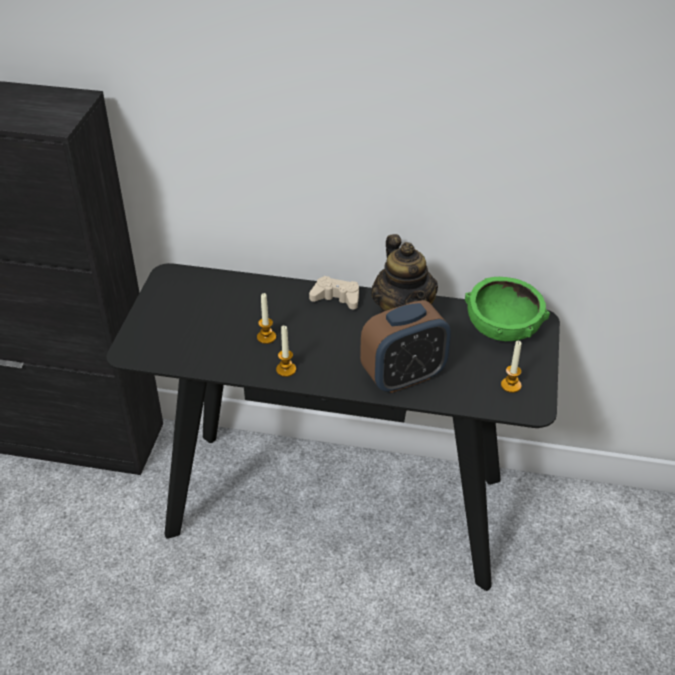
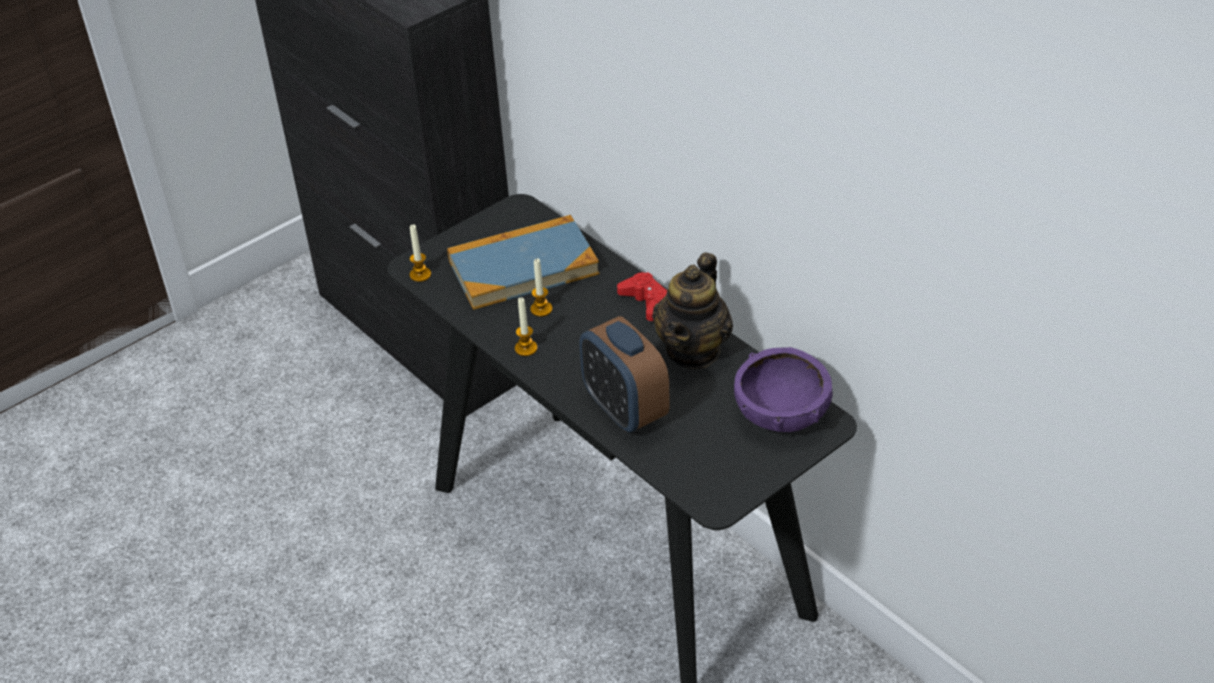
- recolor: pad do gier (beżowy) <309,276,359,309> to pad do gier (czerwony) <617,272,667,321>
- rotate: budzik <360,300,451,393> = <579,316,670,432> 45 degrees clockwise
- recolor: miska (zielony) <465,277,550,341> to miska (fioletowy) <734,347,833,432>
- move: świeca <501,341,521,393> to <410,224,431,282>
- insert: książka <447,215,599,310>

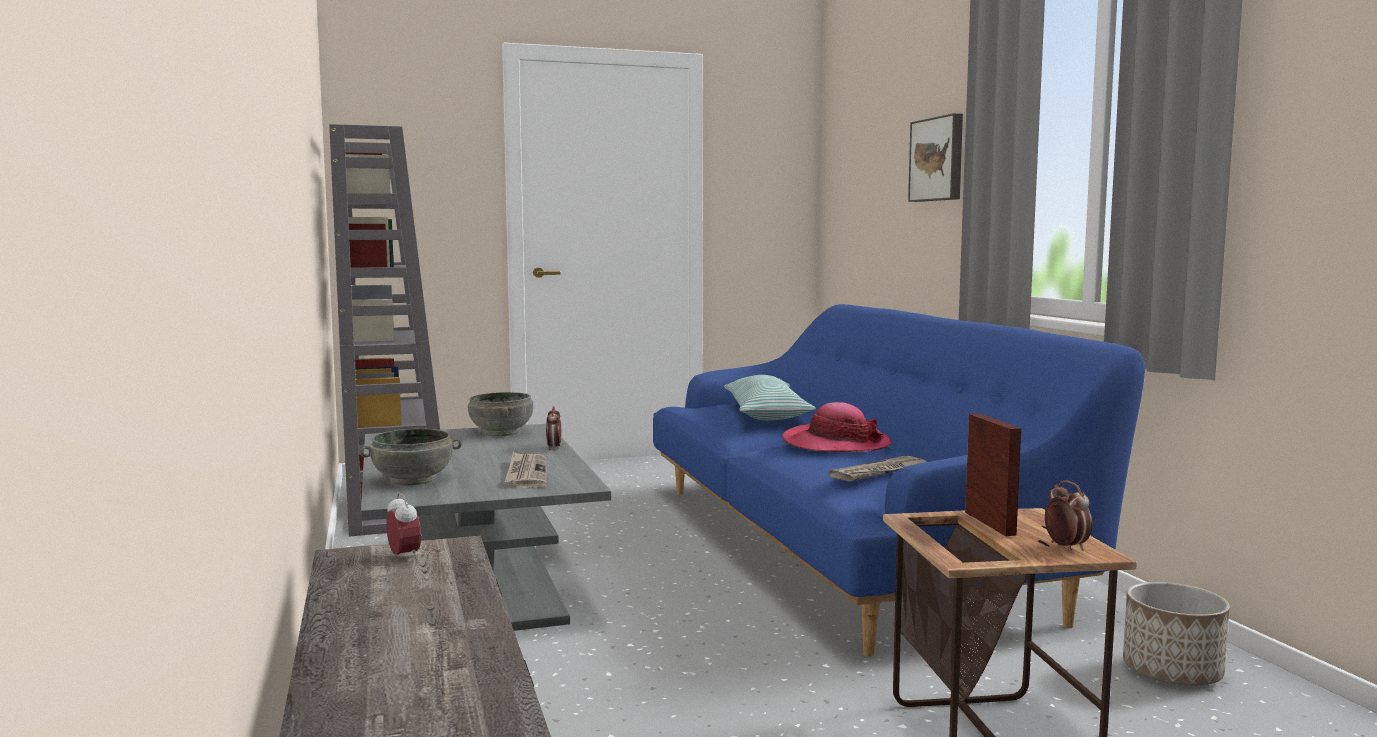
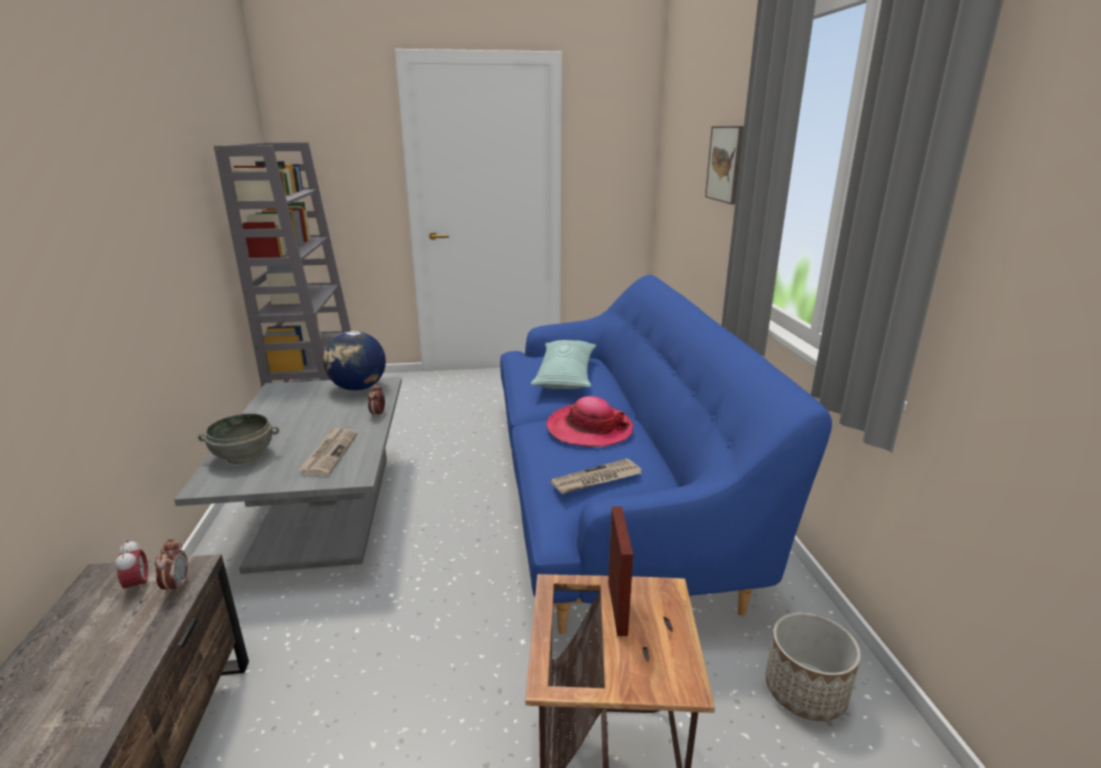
- replace: miska (szary) <468,392,533,436> to globus <323,331,386,391>
- move: budzik <1045,480,1092,551> to <155,539,188,594>

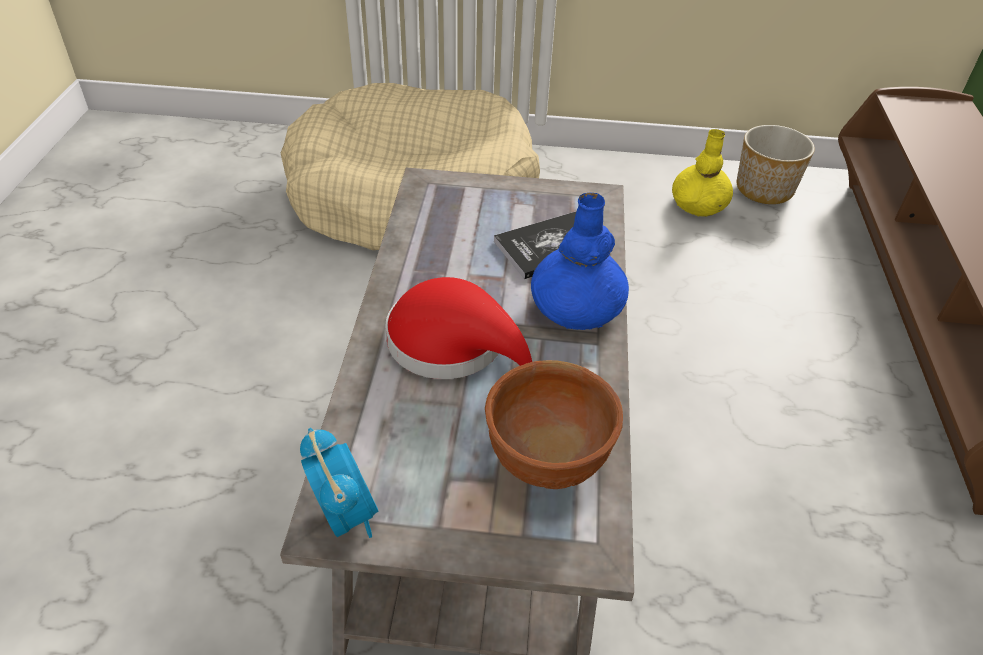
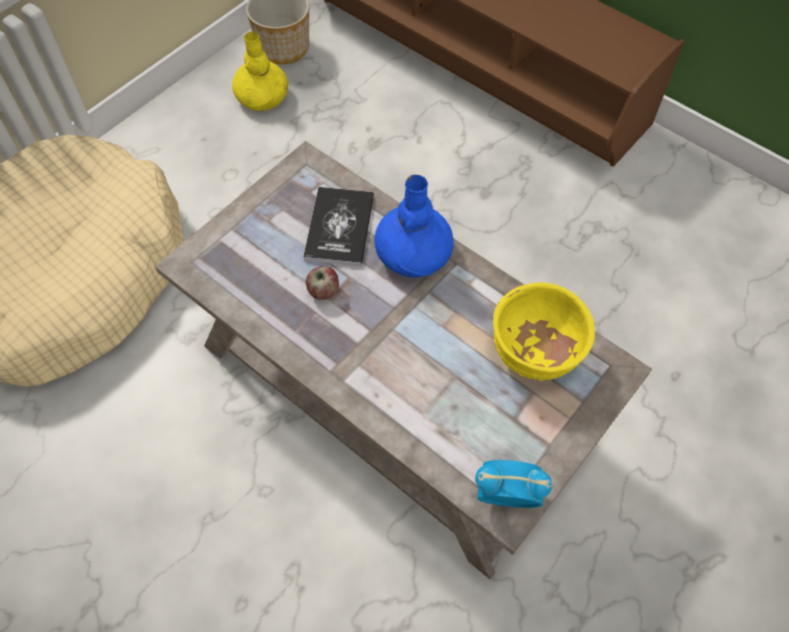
- delete: kapelusz (czerwony) <385,277,532,379>
- recolor: miska (brązowy) <485,360,623,489> to miska (żółty) <493,282,595,381>
- insert: jabłko <306,266,339,300>

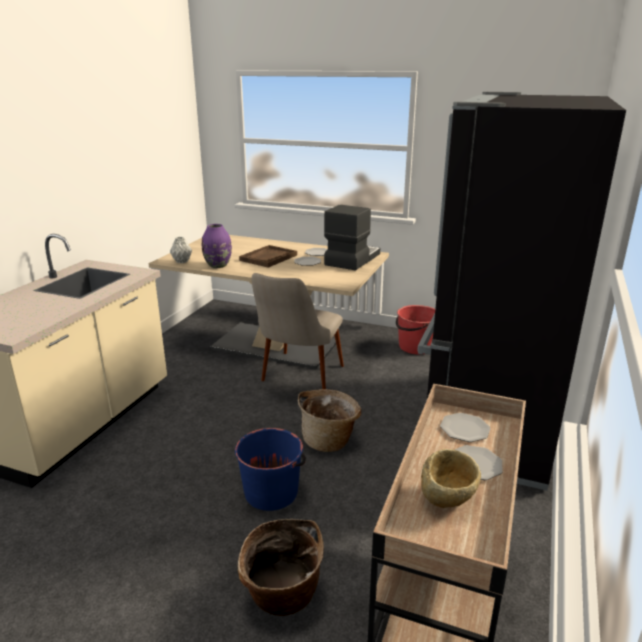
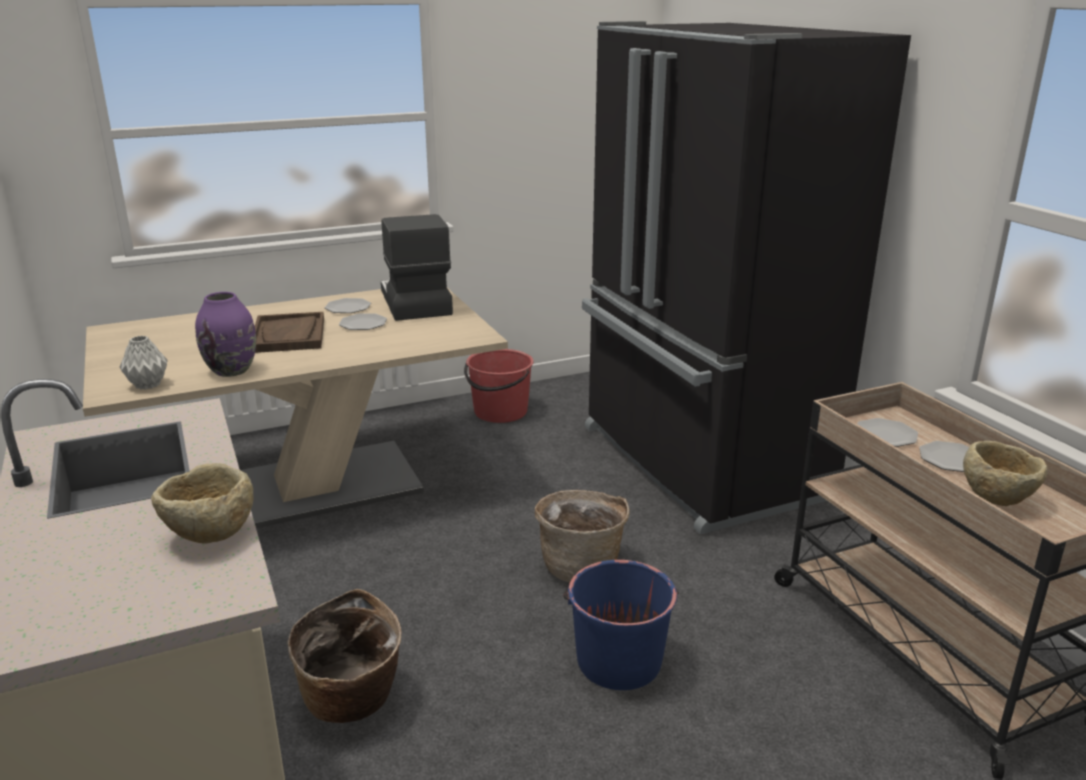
- move: koszyk <238,519,324,616> to <287,589,402,723>
- delete: krzesło (beżowy) <252,273,344,389>
- insert: miska (beżowy) <151,463,254,544>

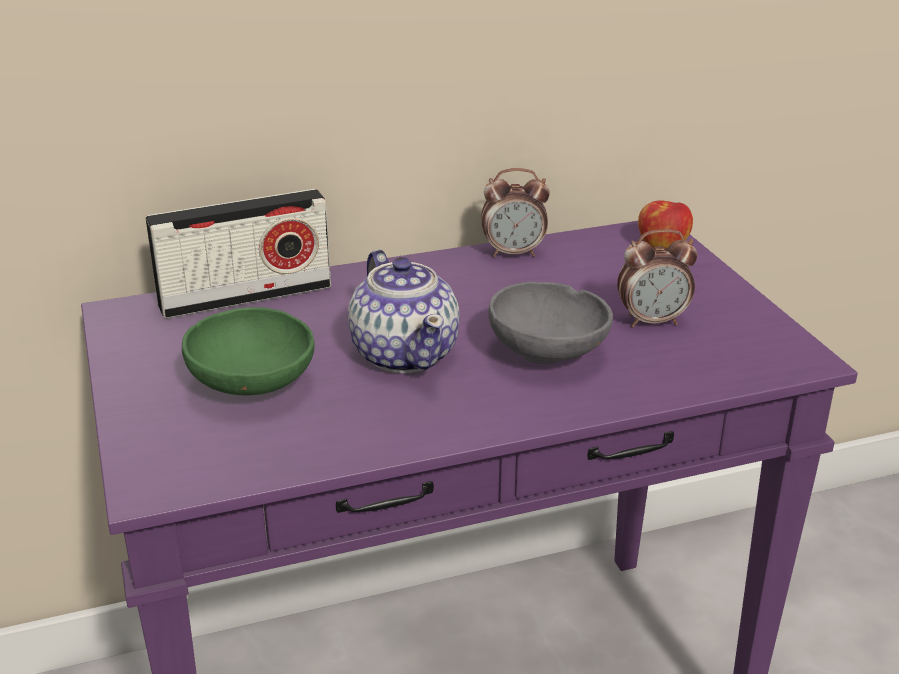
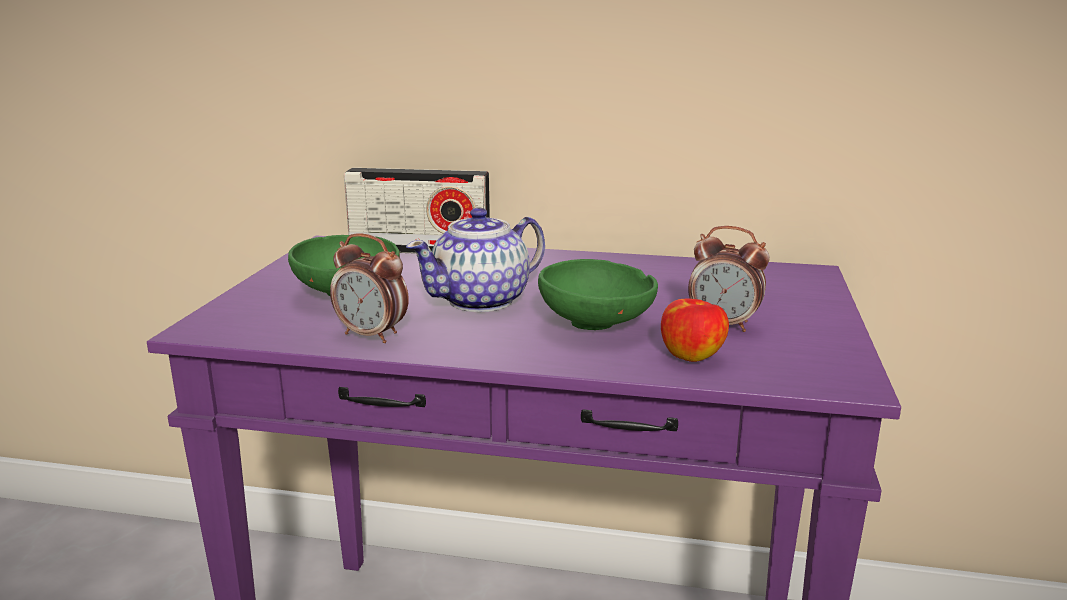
- rotate: imbryk <348,250,460,373> = <406,207,545,312> 45 degrees clockwise
- move: budzik <481,168,550,257> to <330,233,409,343>
- recolor: miska (szary) <488,282,613,364> to miska (zielony) <538,259,658,330>
- move: jabłko <638,200,693,248> to <661,299,729,362>

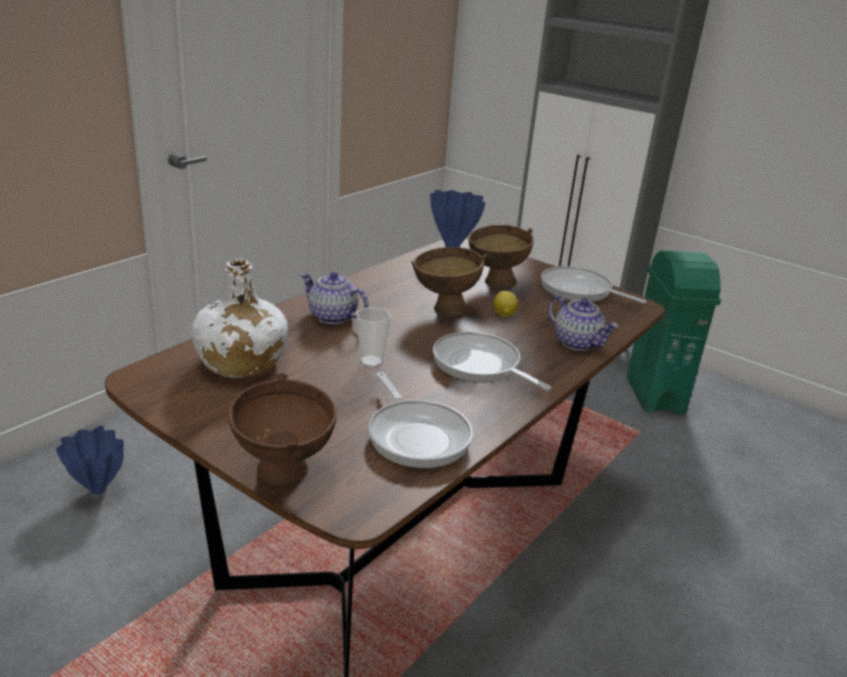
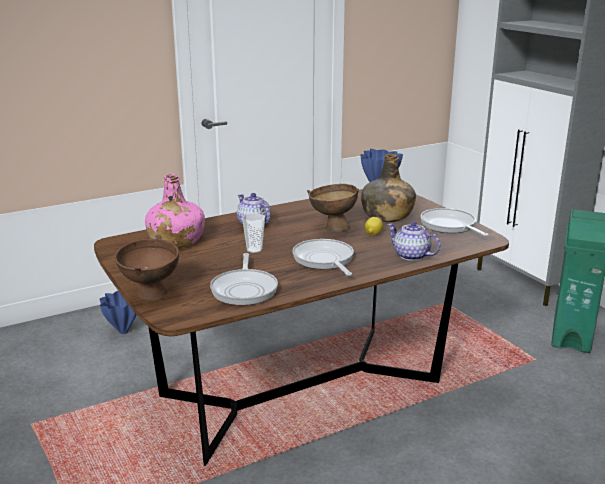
- recolor: butelka (biały) <191,258,288,377> to butelka (różowy) <145,174,205,248>
- replace: miska (brązowy) <468,225,534,289> to butelka (zielony) <361,154,416,222>
- rotate: imbryk <547,296,618,351> = <387,222,440,261> 150 degrees clockwise

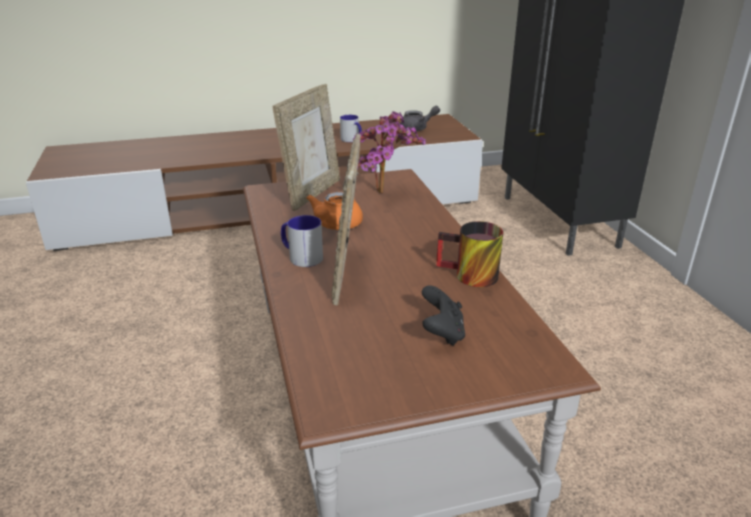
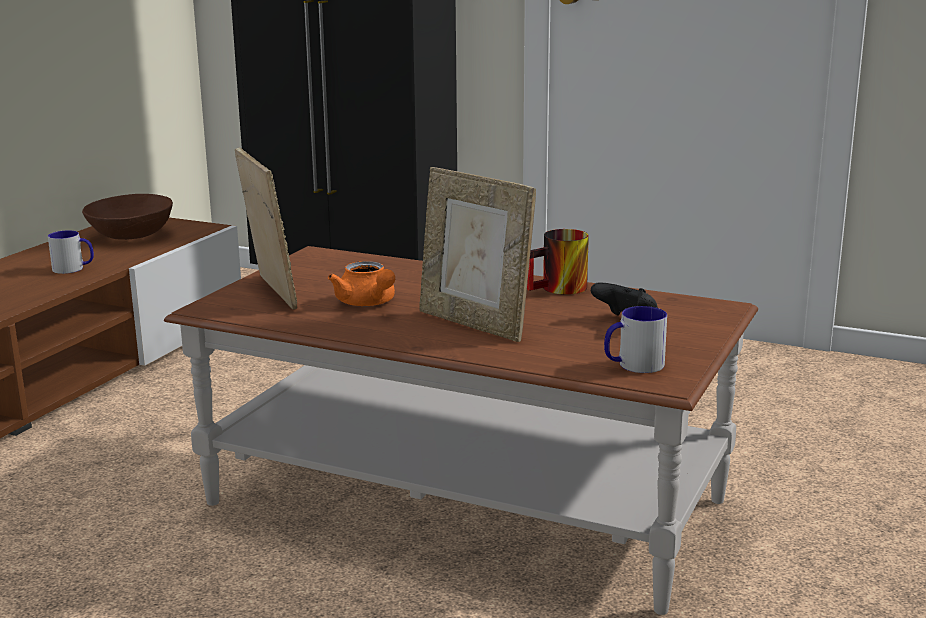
- move: kubek <281,215,323,267> to <604,306,667,373>
- delete: roślina doniczkowa <353,111,426,194>
- replace: imbryk (szary) <401,106,440,131> to miska (brązowy) <82,194,173,240>

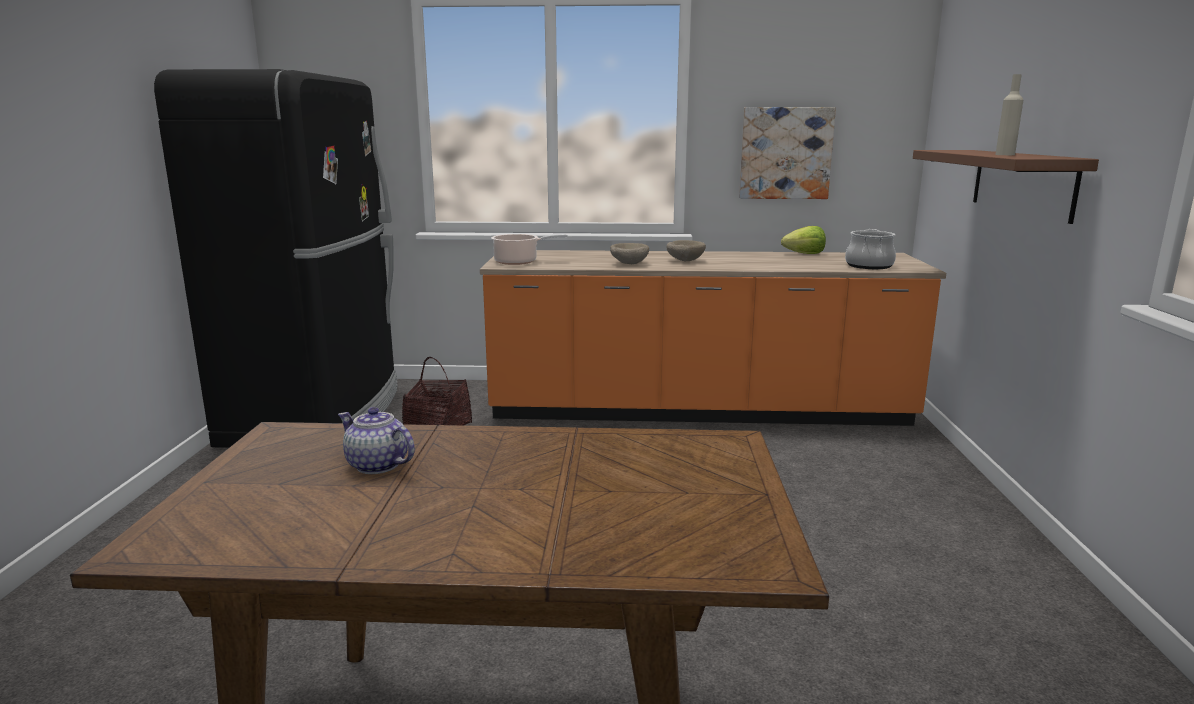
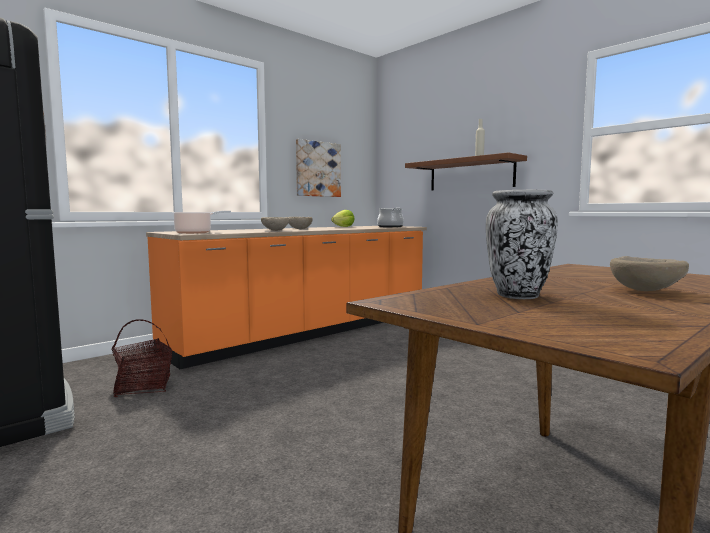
- replace: imbryk <338,407,415,474> to wazon <486,190,558,299>
- insert: miska (beżowy) <610,256,689,291>

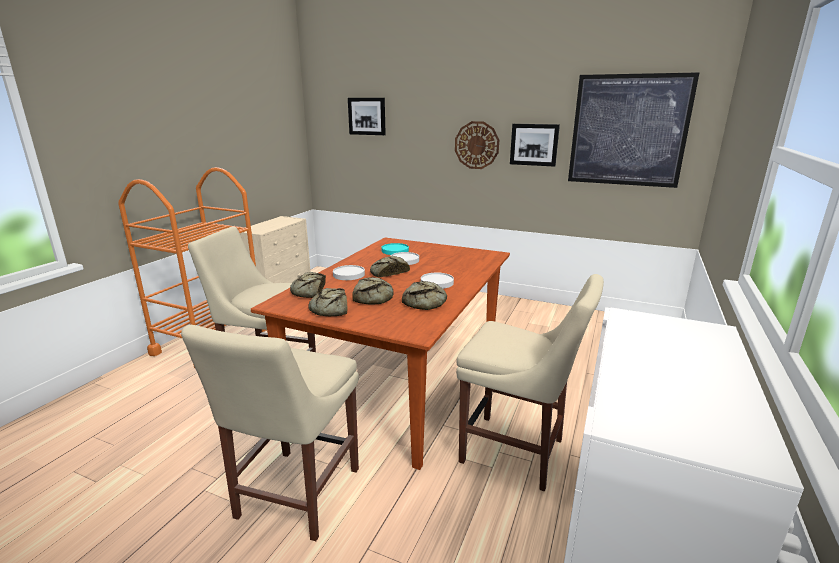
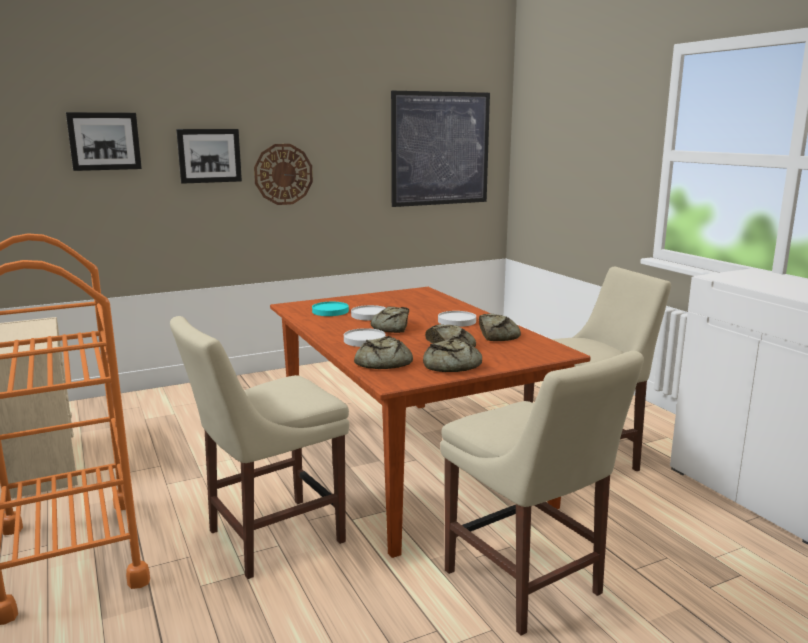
- move: obraz <510,124,560,167> to <176,129,242,184>

